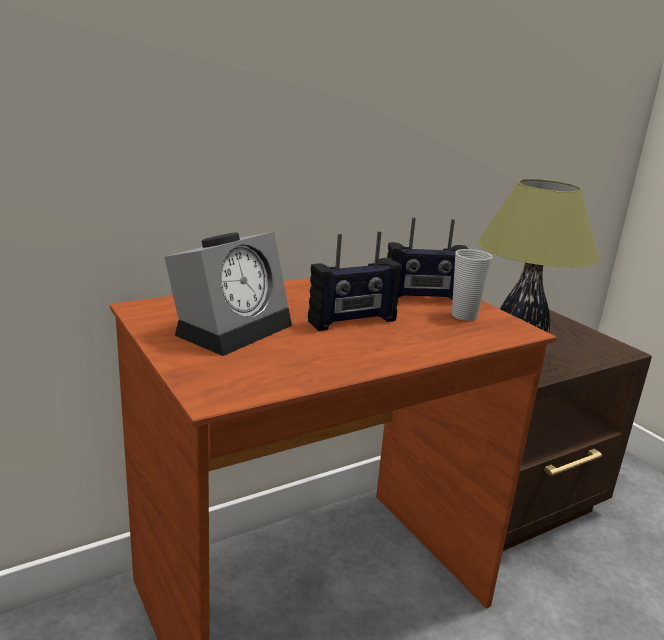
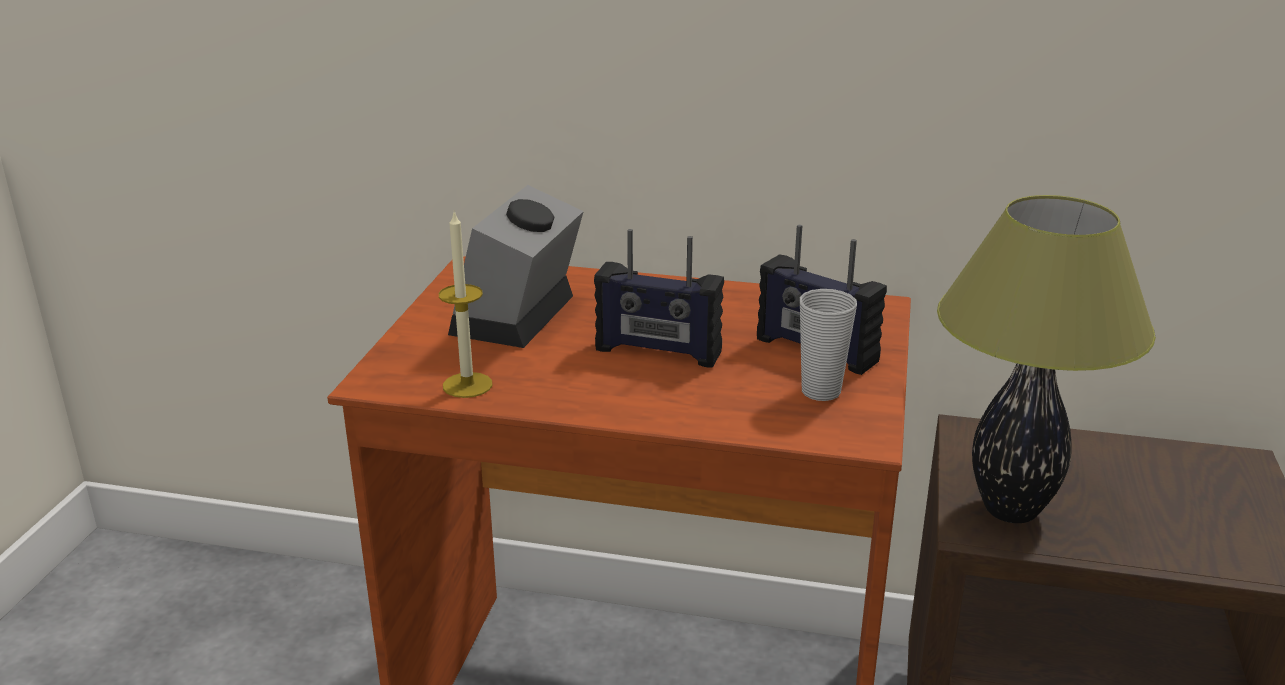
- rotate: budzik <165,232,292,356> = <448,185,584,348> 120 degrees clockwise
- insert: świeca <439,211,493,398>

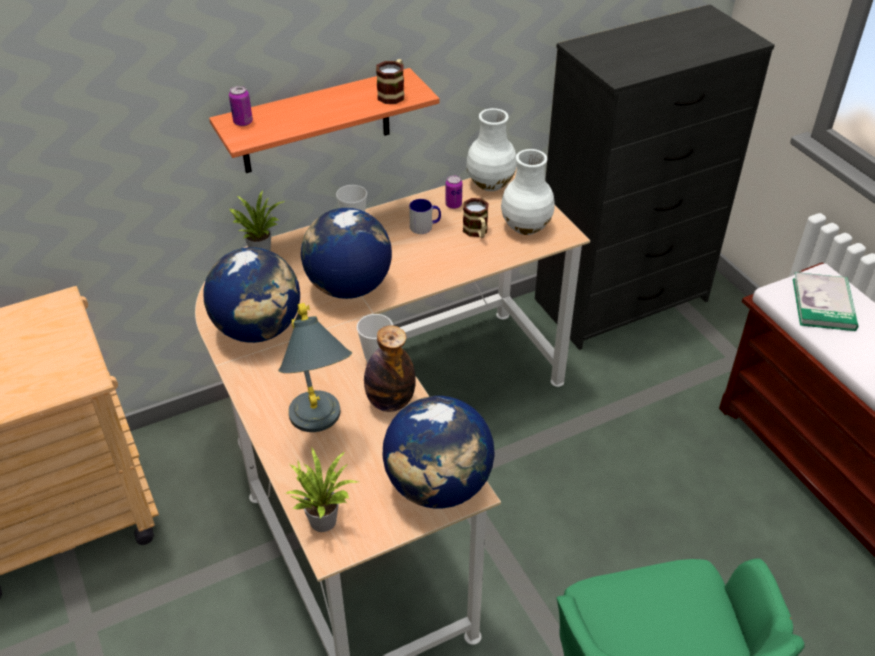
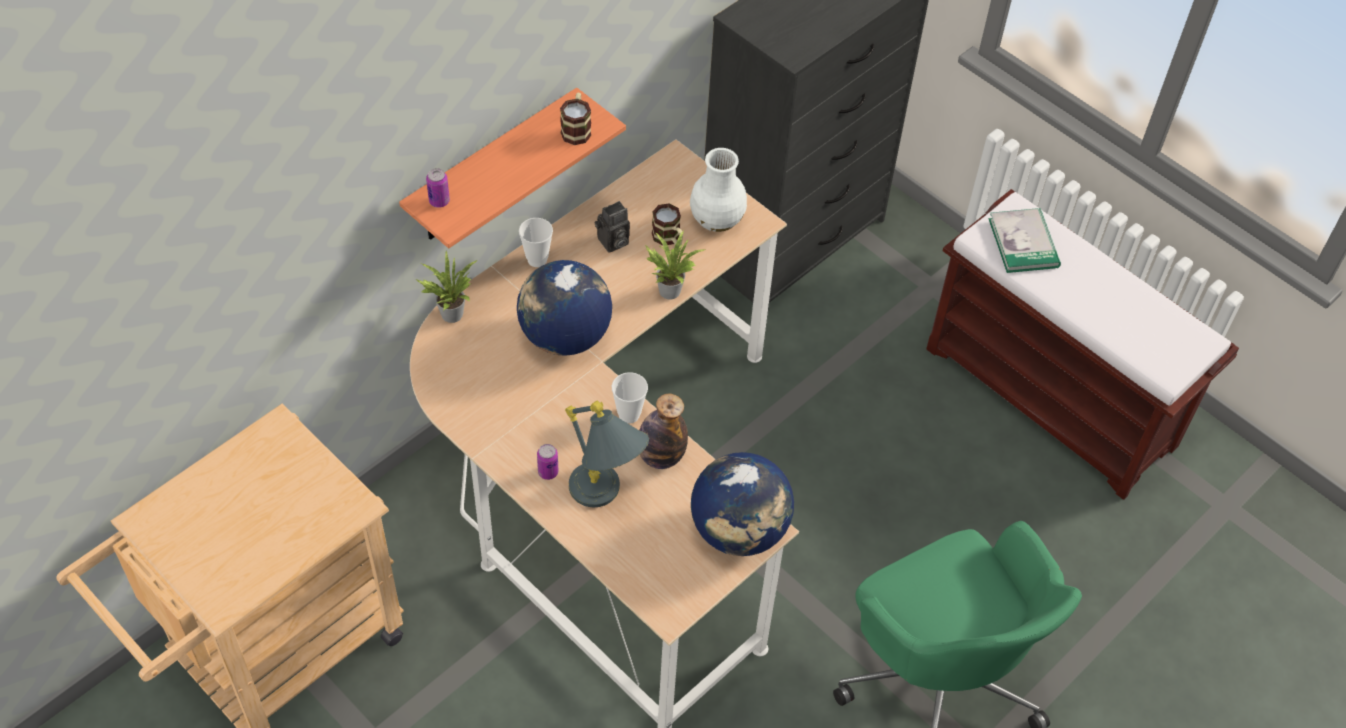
- delete: globus <204,247,300,343>
- move: roślina doniczkowa <285,447,358,532> to <644,230,704,300>
- replace: kubek <409,199,441,234> to aparat fotograficzny <595,201,630,253>
- move: puszka <445,175,462,209> to <537,444,558,480>
- delete: wazon (biały) <466,108,517,191>

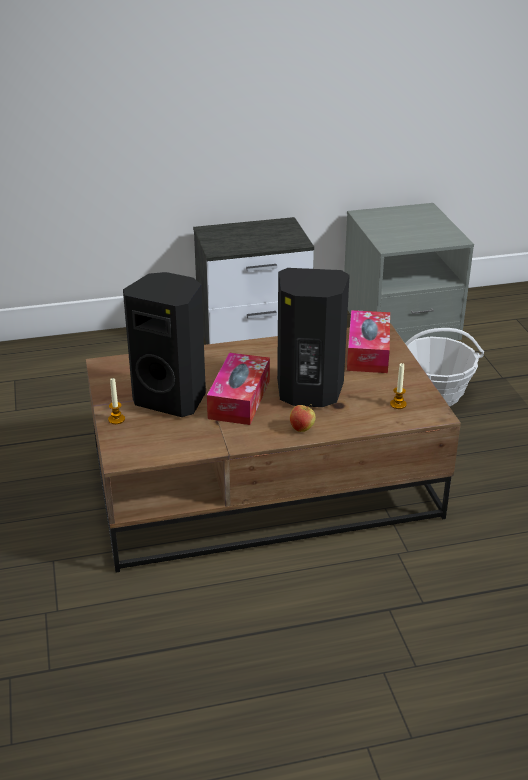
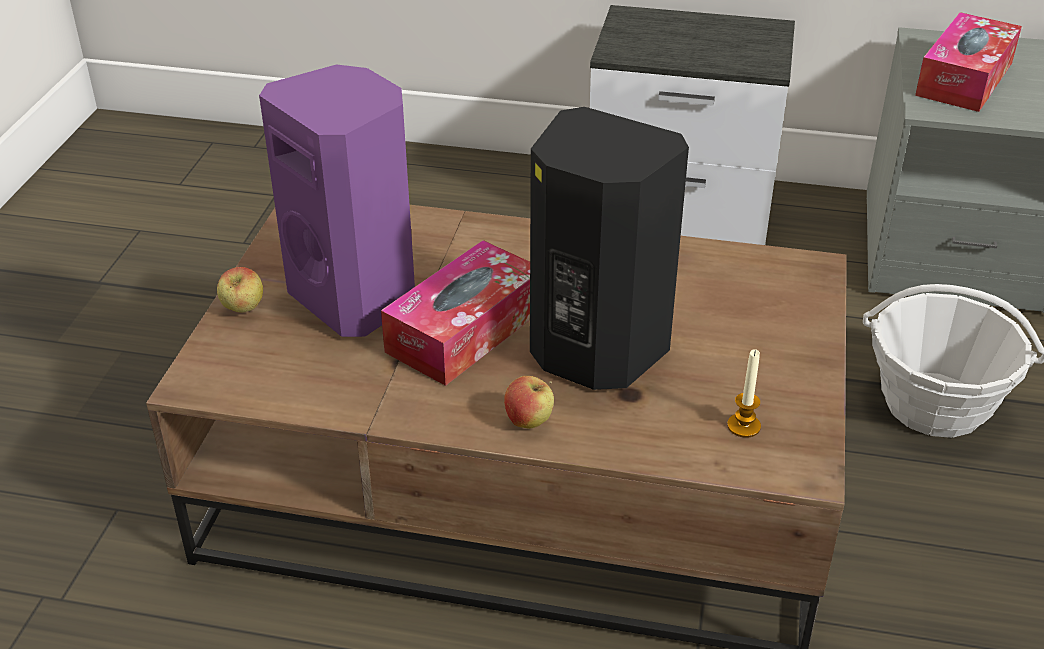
- replace: świeca <108,377,125,424> to jabłko <217,267,263,312>
- recolor: głośnik (czarny) <123,272,206,417> to głośnik (fioletowy) <259,64,415,337>
- move: pudełko chusteczek <347,310,390,373> to <915,12,1022,112>

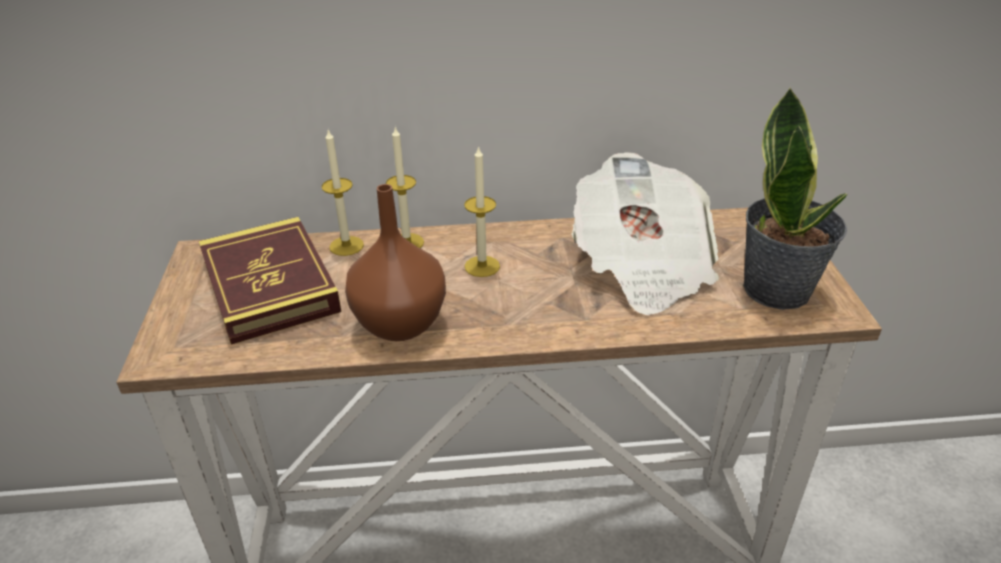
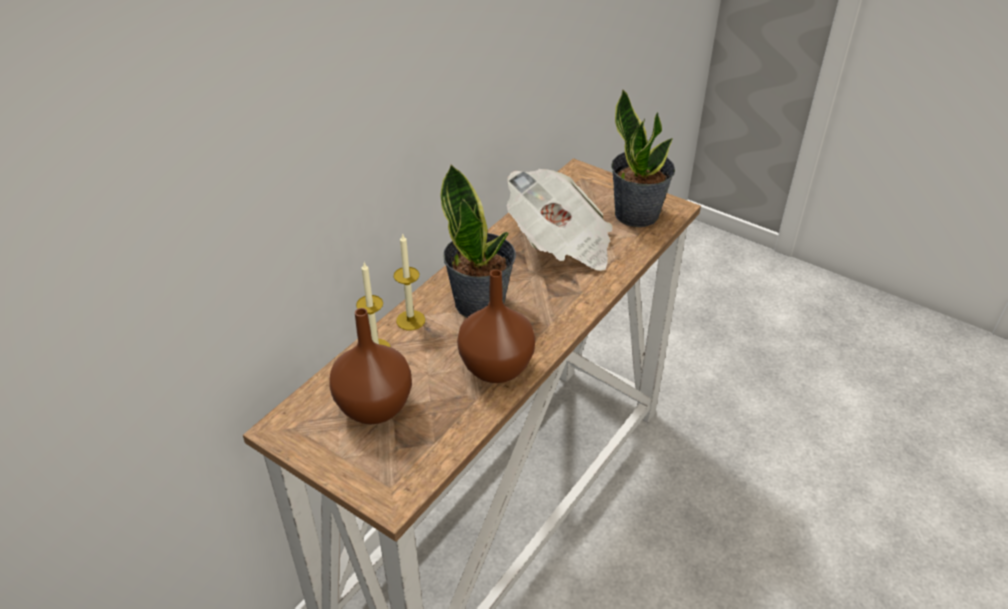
- replace: książka <199,217,342,345> to wazon (brązowy) <330,308,412,424>
- replace: świeca <464,146,500,277> to roślina doniczkowa <441,164,516,318>

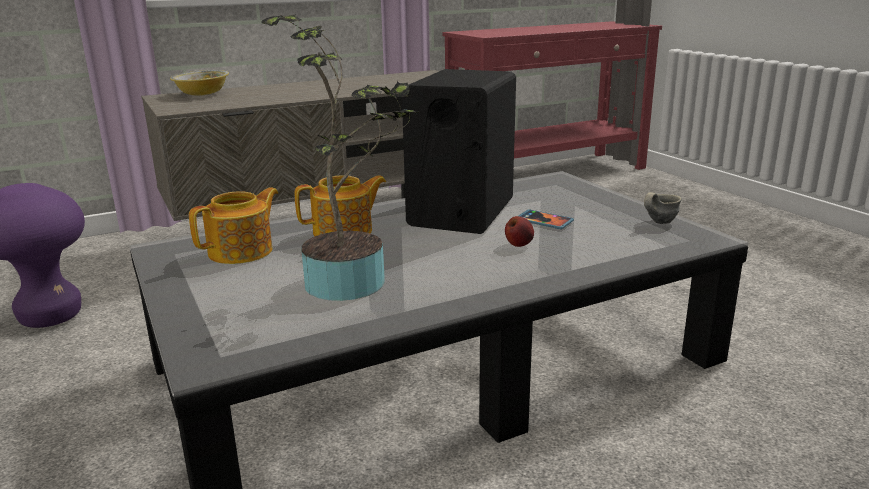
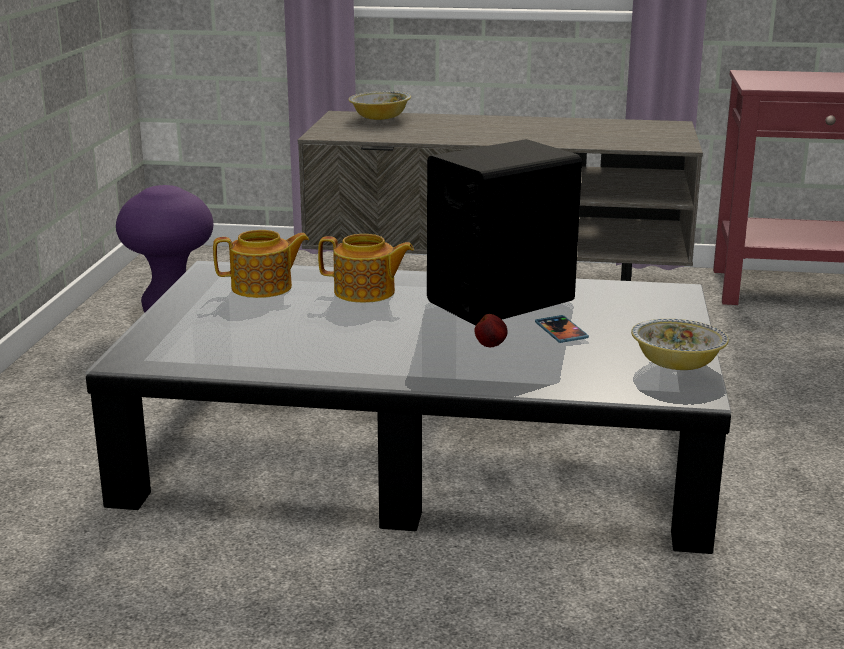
- delete: roślina doniczkowa <261,14,418,301>
- replace: kubek (szary) <644,192,682,224> to miska <631,319,729,370>

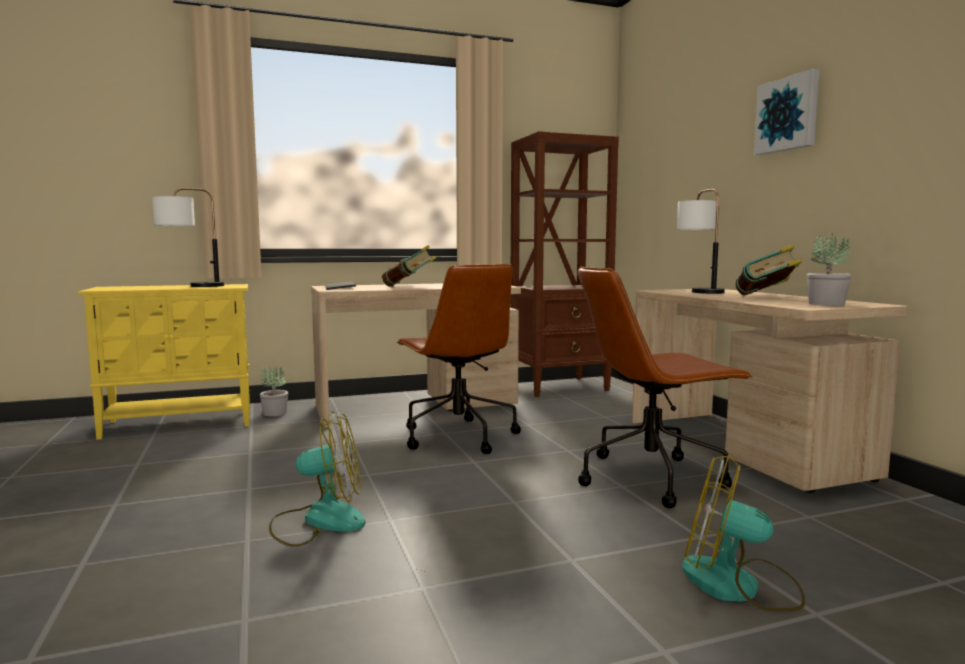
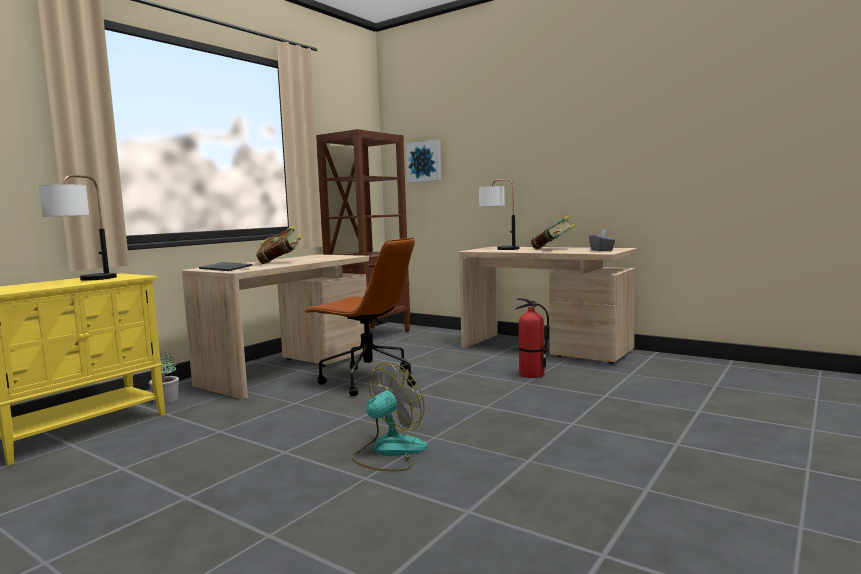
- replace: krzesło biurowe (brązowy) <578,267,752,508> to gaśnica <515,298,549,378>
- delete: wentylator <682,455,805,611>
- move: obraz <754,69,819,155> to <406,140,442,183>
- replace: roślina doniczkowa <807,233,852,306> to pudełko chusteczek (szary) <589,229,615,251>

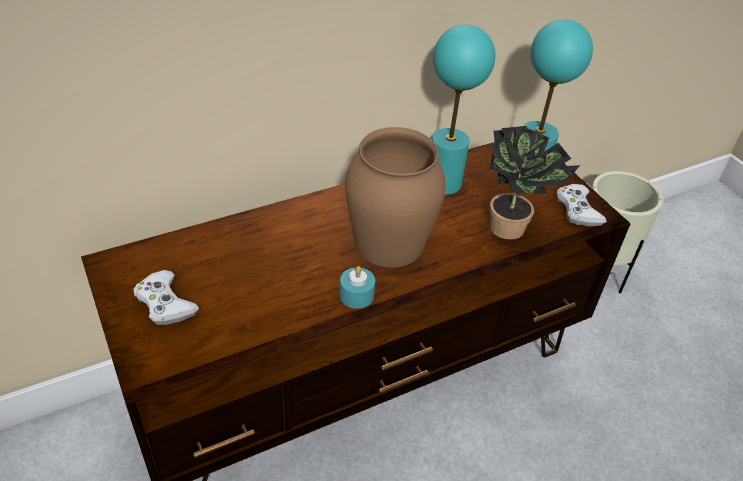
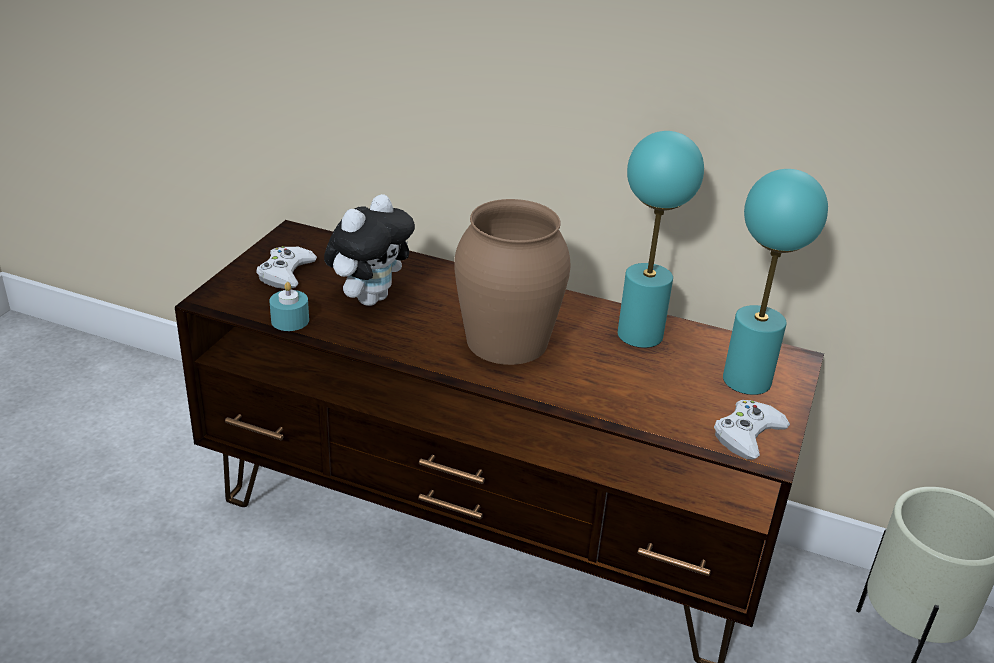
- move: świeca (turkusowy) <340,266,375,309> to <269,282,309,331>
- delete: roślina doniczkowa <489,126,580,240>
- insert: pluszak <324,194,415,306>

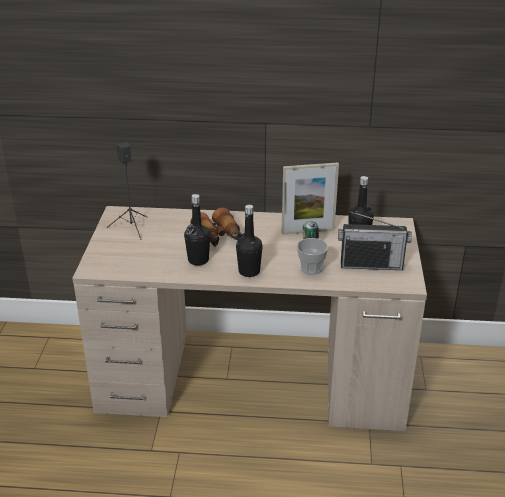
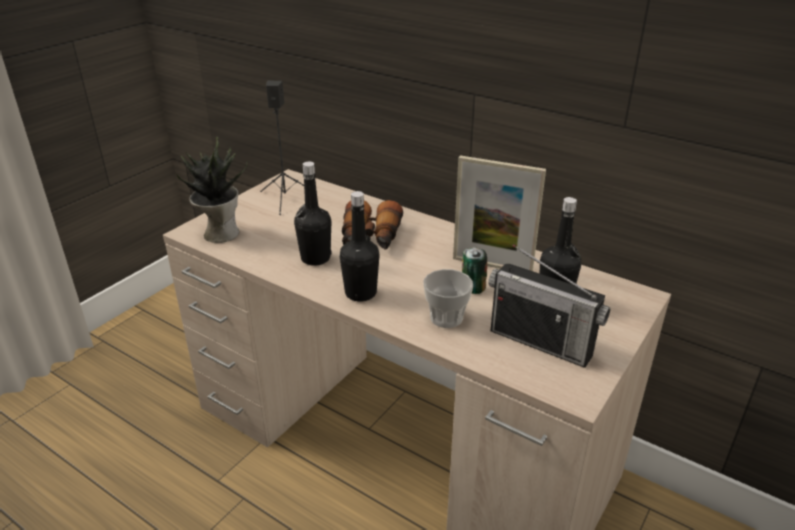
- insert: roślina doniczkowa <176,136,247,243>

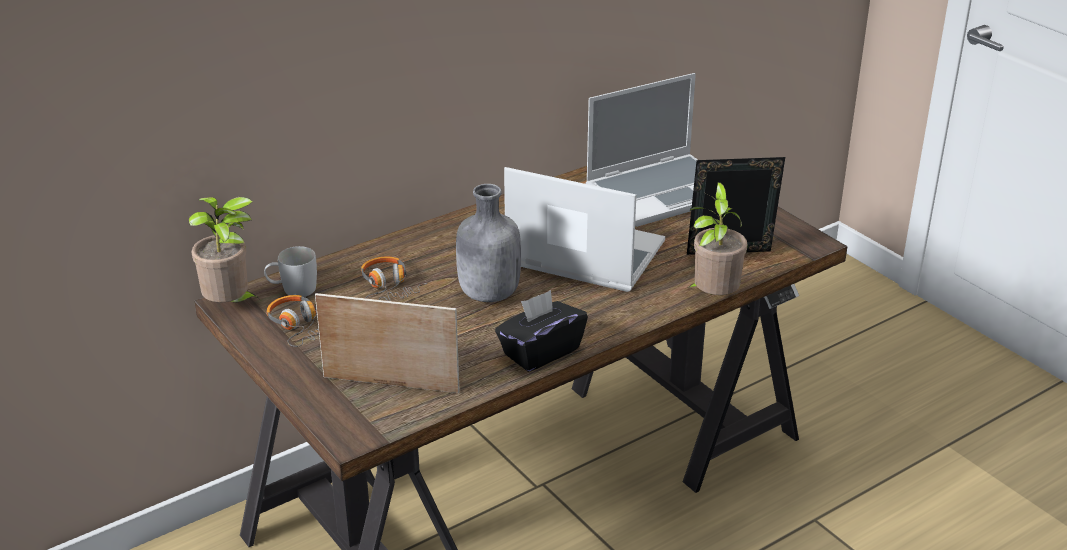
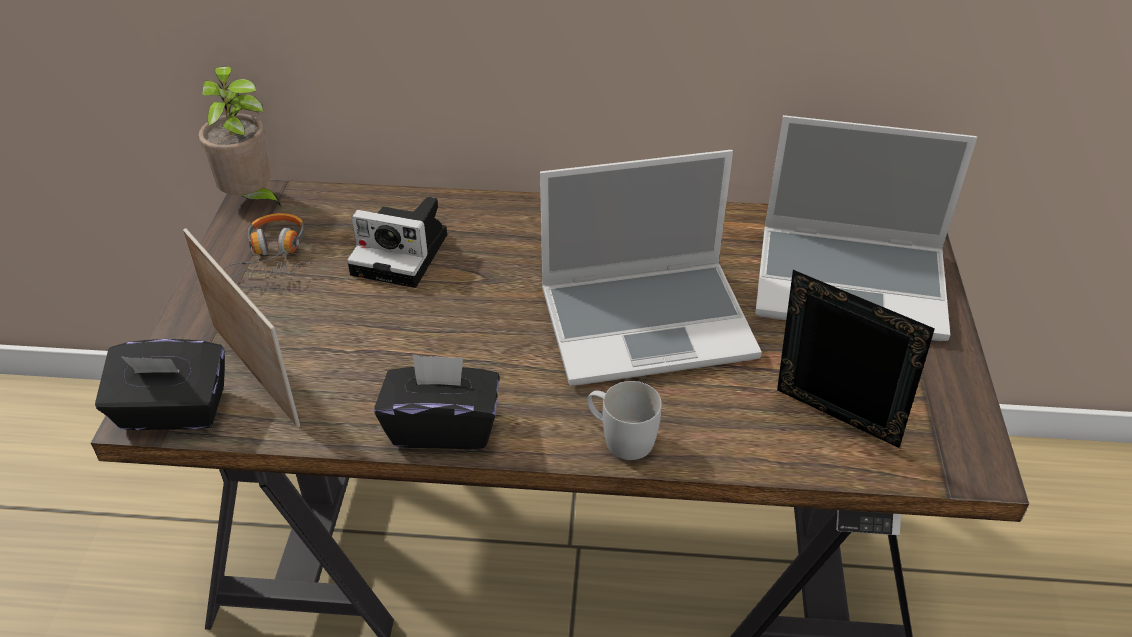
- move: kubek (biały) <264,246,317,297> to <587,381,662,460>
- replace: słuchawki <361,257,427,301> to aparat fotograficzny <347,197,447,288>
- delete: butelka (szary) <456,184,521,302>
- rotate: laptop <504,167,665,292> = <540,150,762,386> 105 degrees clockwise
- delete: roślina doniczkowa <689,182,748,295>
- insert: pudełko chusteczek (czarny) <95,339,225,430>

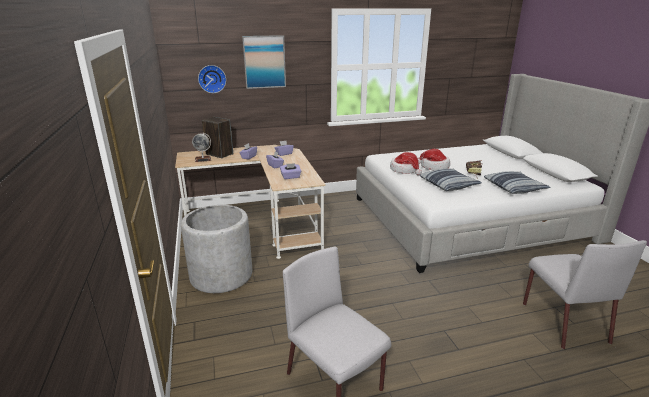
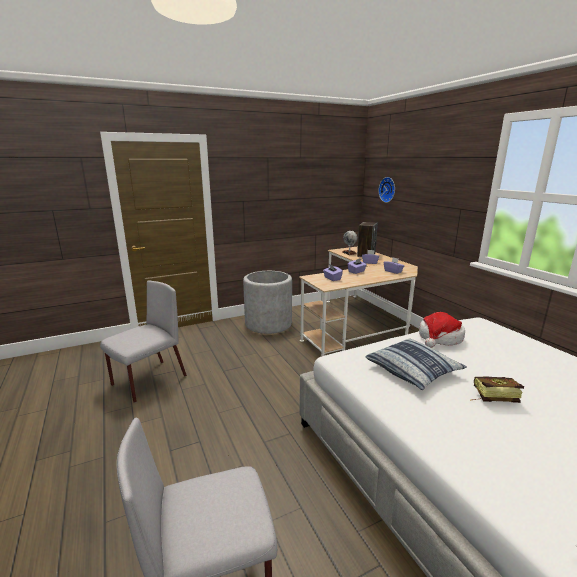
- delete: obraz <242,35,286,89>
- delete: kapelusz <418,149,450,170>
- delete: poduszka <484,171,550,194>

